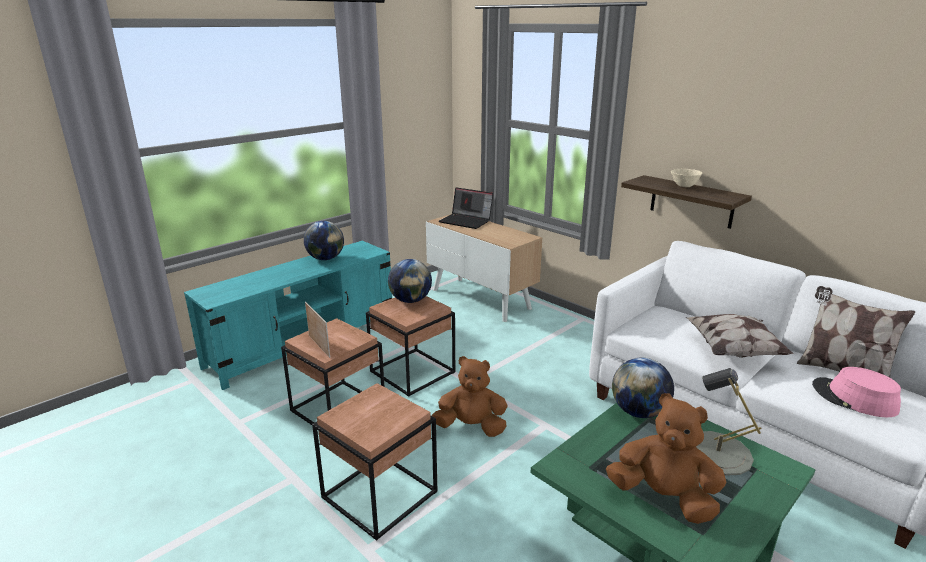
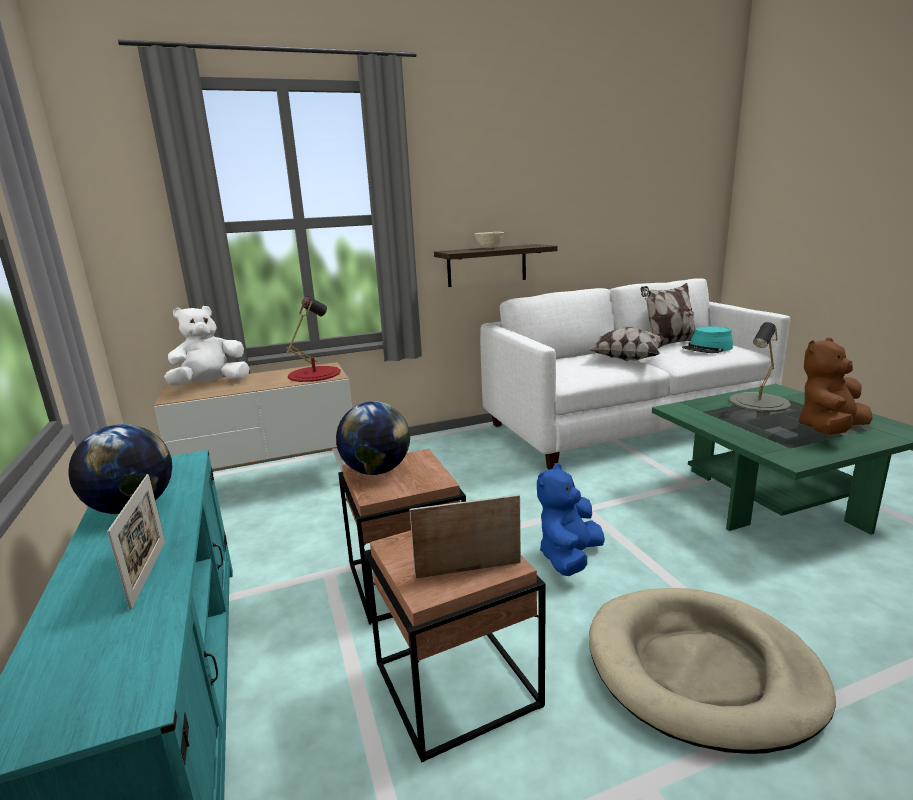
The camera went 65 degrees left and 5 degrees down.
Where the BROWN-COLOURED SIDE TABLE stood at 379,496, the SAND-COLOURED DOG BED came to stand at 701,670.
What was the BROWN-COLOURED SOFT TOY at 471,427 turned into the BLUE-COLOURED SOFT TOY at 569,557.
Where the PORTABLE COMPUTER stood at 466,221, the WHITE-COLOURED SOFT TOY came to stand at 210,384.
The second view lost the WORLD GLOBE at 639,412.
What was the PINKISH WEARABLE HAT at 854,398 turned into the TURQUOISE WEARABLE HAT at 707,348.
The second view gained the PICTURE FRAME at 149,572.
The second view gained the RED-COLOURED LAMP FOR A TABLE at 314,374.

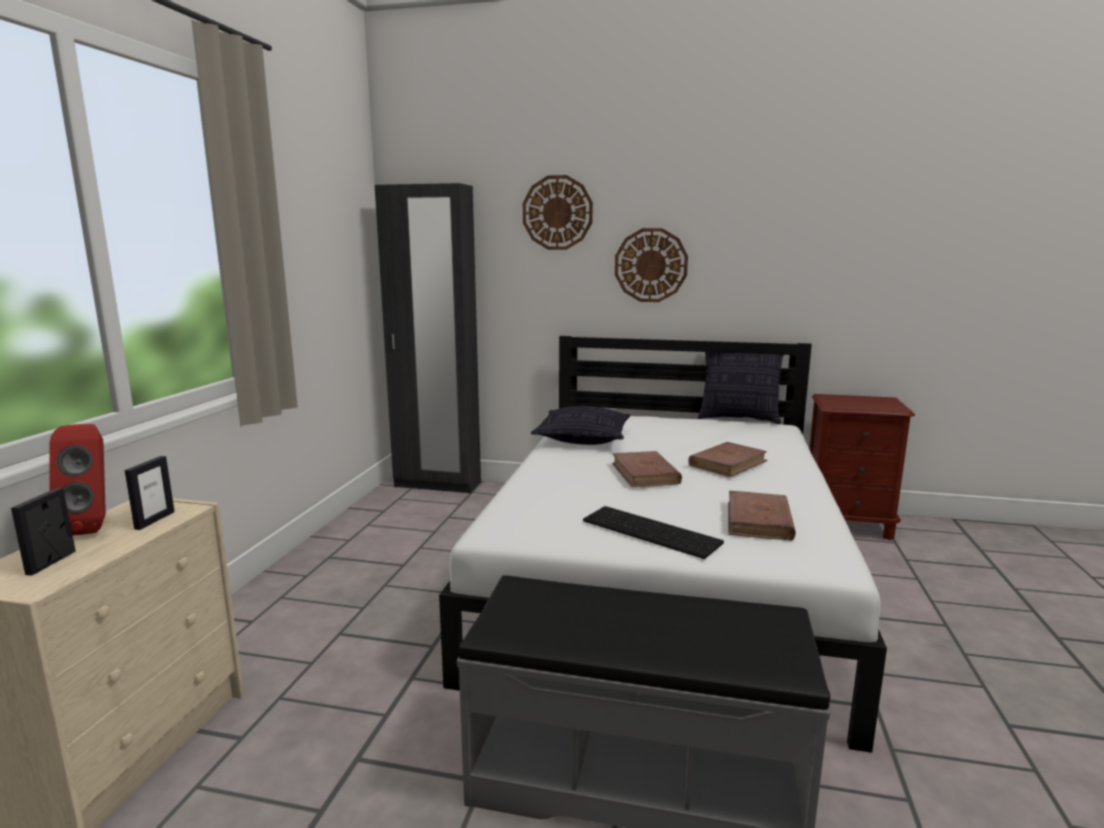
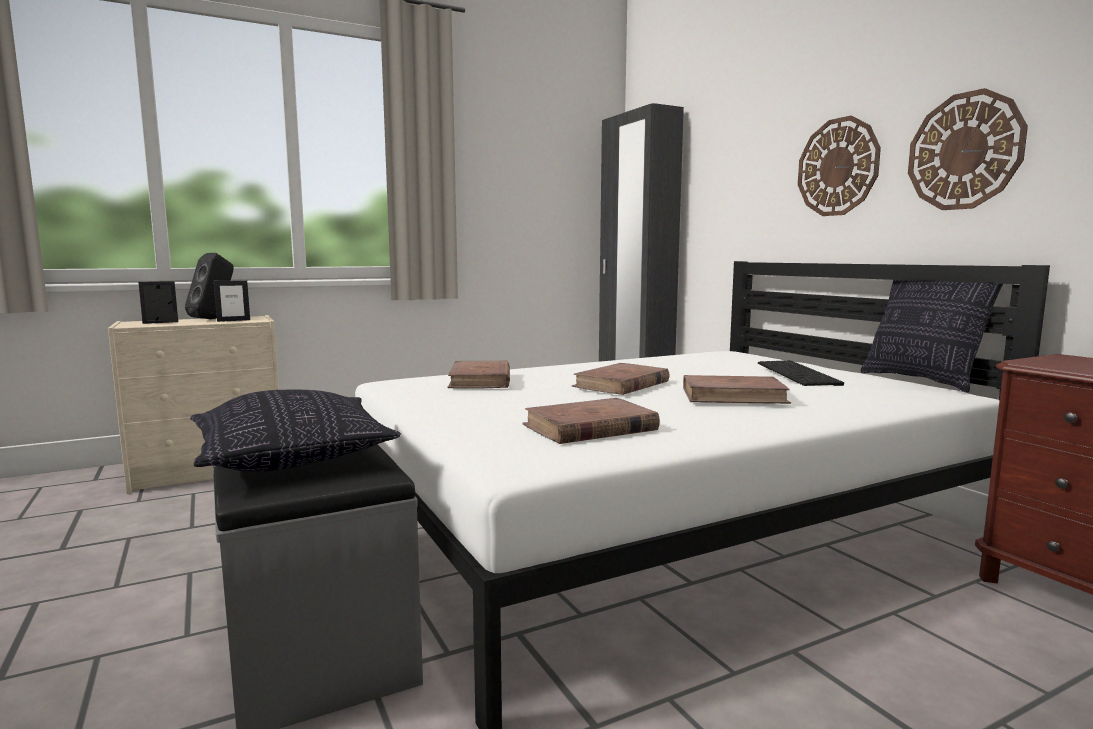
The camera went 50 degrees right and 5 degrees down.
What was the RED-COLOURED LOUDSPEAKER at 93,526 turned into the BLACK LOUDSPEAKER at 214,318.
The WALL CLOCK ended up elsewhere, having gone from 557,213 to 964,151.
The CUSHION ended up elsewhere, having gone from 583,439 to 293,458.
The COMPUTER KEYBOARD ended up elsewhere, having gone from 653,531 to 799,373.
The second view gained the BROWN-COLOURED BOOK at 480,380.

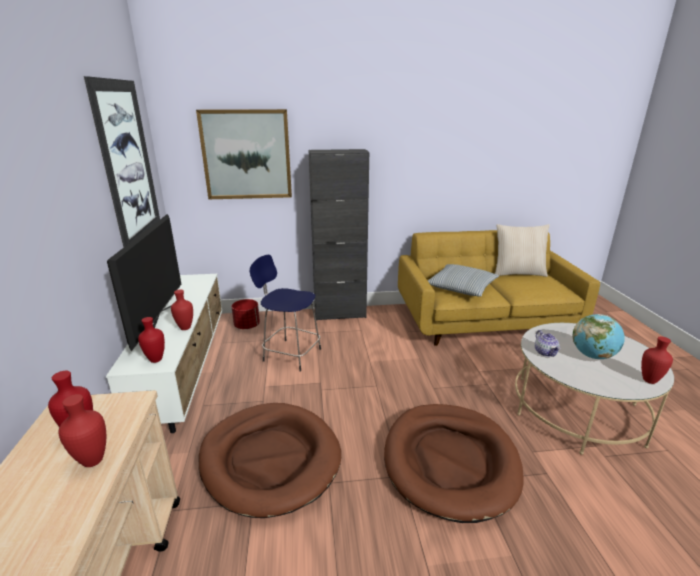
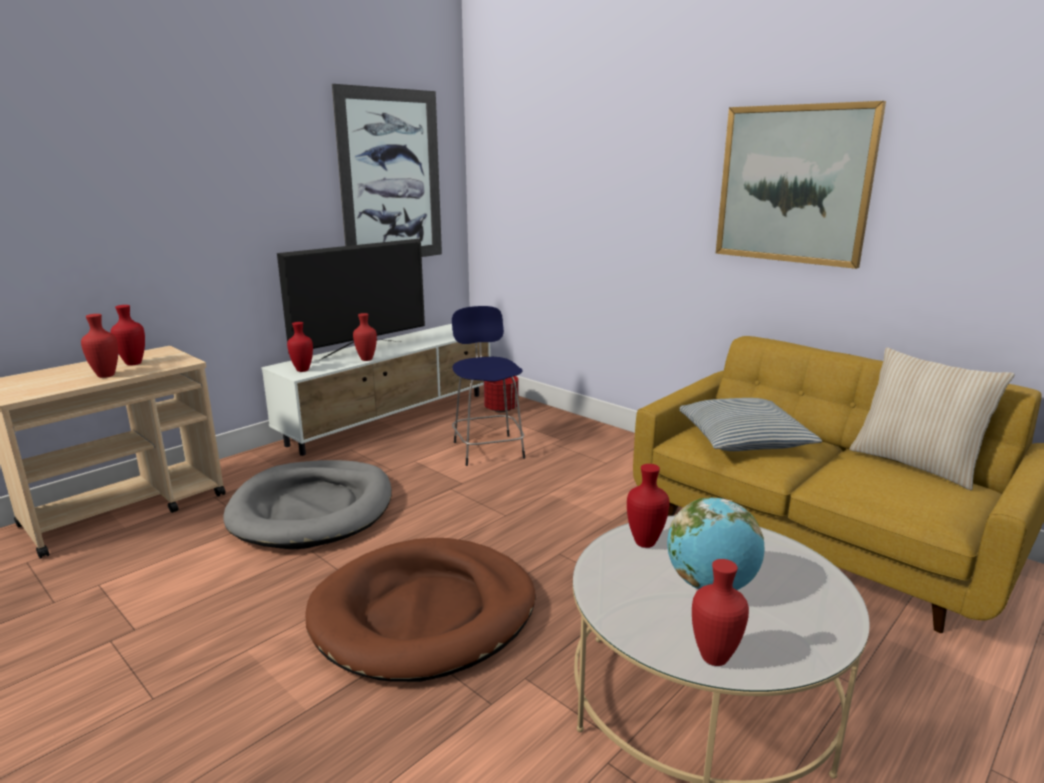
The camera went 50 degrees right and 5 degrees down.
The WALL PICTURE ended up elsewhere, having gone from 246,155 to 793,185.
What was the BROWN-COLOURED DOG BED at 270,459 turned into the GREYISH DOG BED at 313,509.
The second view lost the BLACK CABINET at 340,314.
Where the TEA POT stood at 545,352, the RED-COLOURED FLOWER VASE came to stand at 646,543.

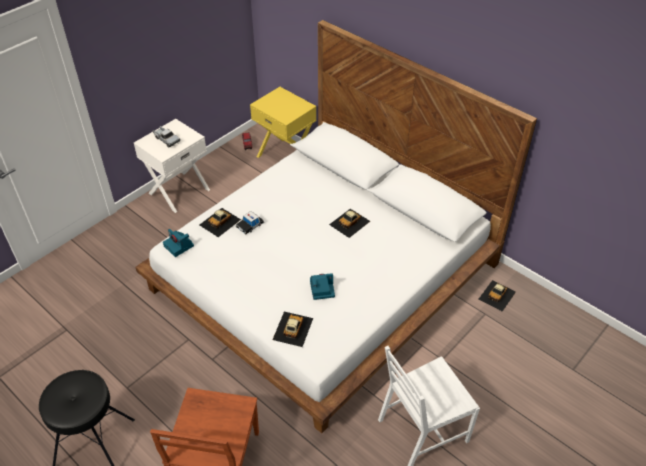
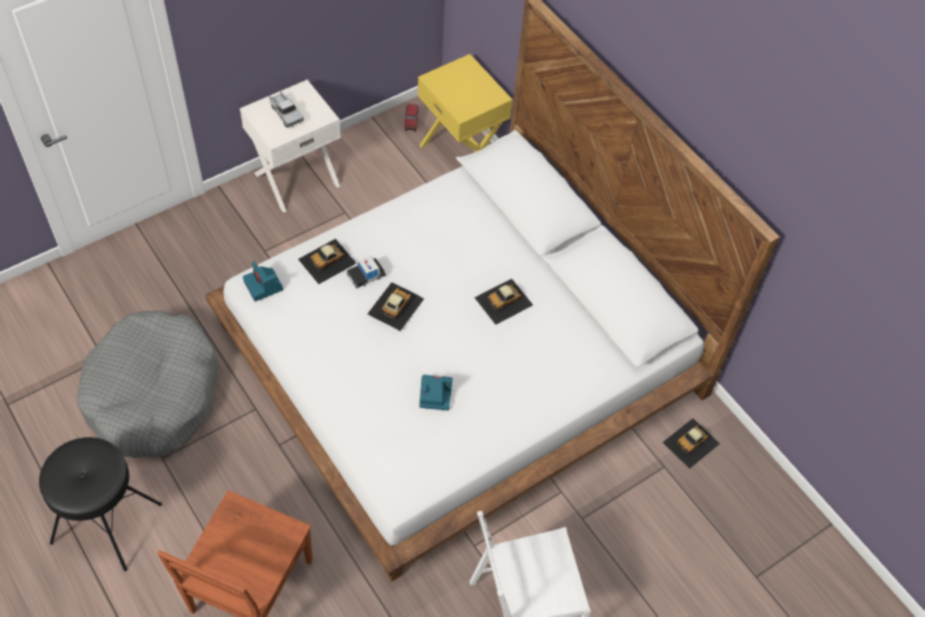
The camera went 10 degrees right and 10 degrees up.
The MINIATURE CAR ended up elsewhere, having gone from 292,329 to 395,306.
The second view gained the GREYISH DOG BED at 153,395.

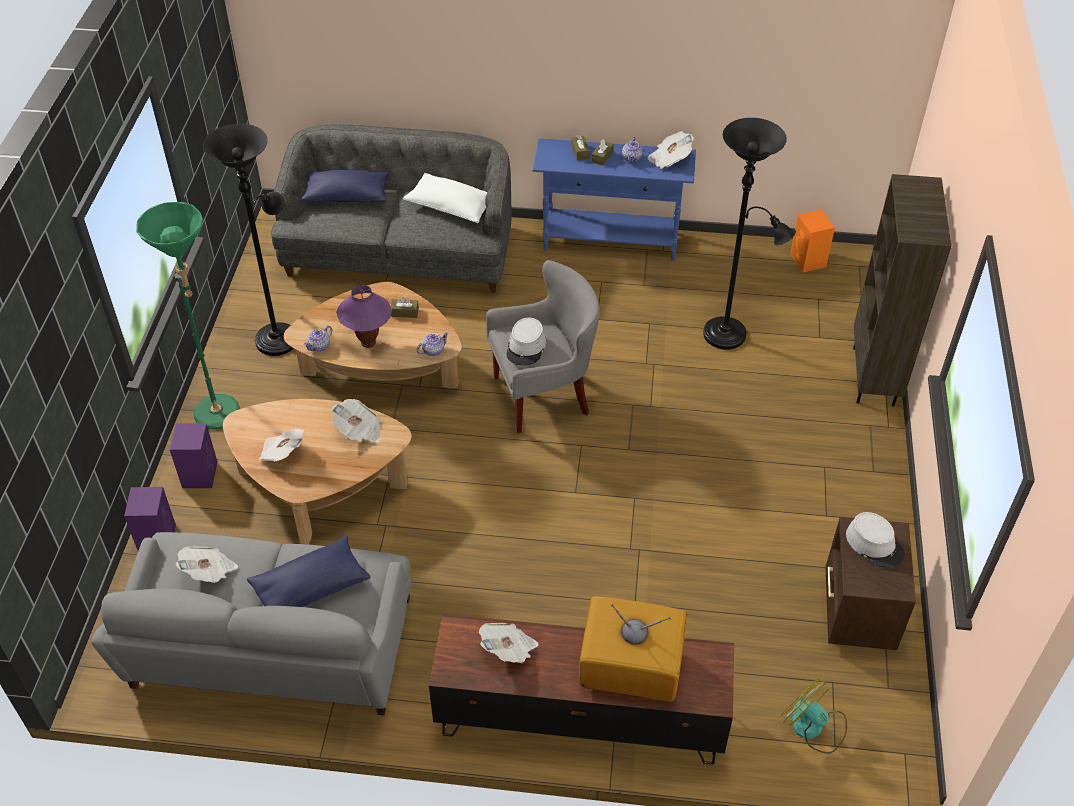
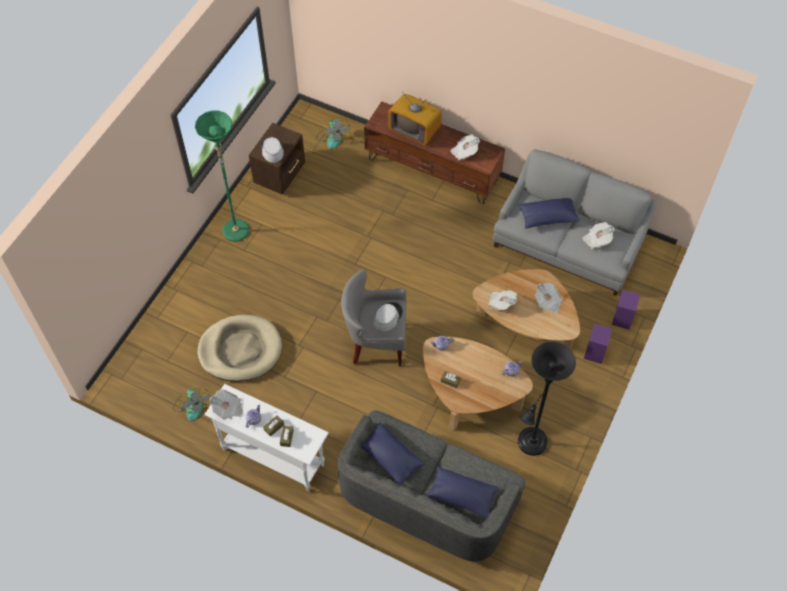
The camera went 160 degrees left and 10 degrees up.
The GREEN STANDING LAMP ended up elsewhere, having gone from 221,419 to 235,226.
The second view lost the PURPLE-COLOURED LAMP FOR A TABLE at 368,342.
What was the WHITE-COLOURED CUSHION at 451,207 turned into the BLUE-COLOURED CUSHION at 390,457.
What was the BLUE-COLOURED CONSOLE TABLE at 610,242 turned into the WHITE-COLOURED CONSOLE TABLE at 273,457.
Where the BLACK STANDING LAMP stood at 730,336, the SAND-COLOURED DOG BED came to stand at 240,350.
The second view lost the ORANGE LOUDSPEAKER at 808,261.
The second view lost the BROWN-COLOURED BOOKCASE at 874,377.
The second view gained the ELECTRIC FAN at 192,405.

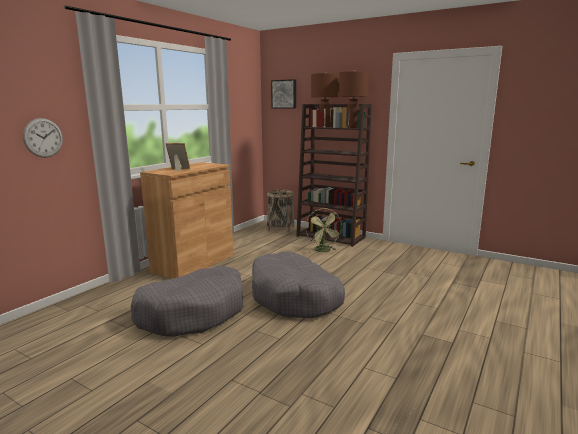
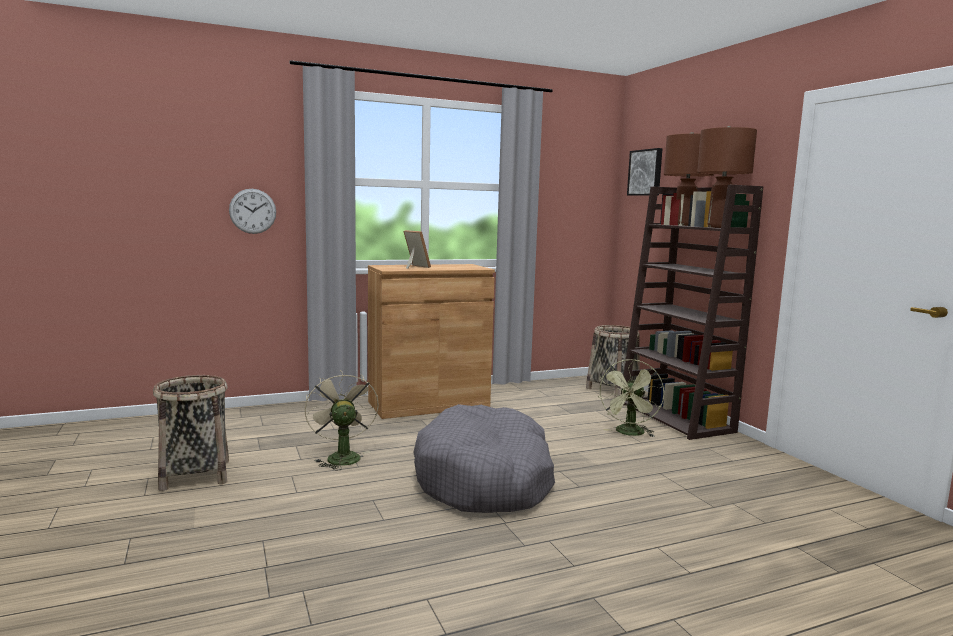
The camera went 35 degrees right and 5 degrees down.
Where the GREYISH DOG BED stood at 193,313, the SAND-COLOURED ELECTRIC FAN came to stand at 341,456.
The second view gained the BASKET at 195,475.

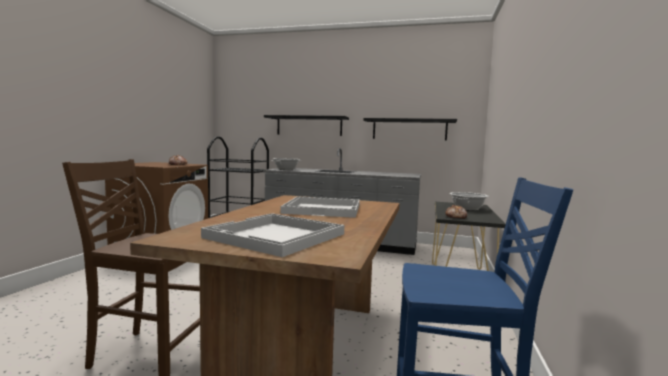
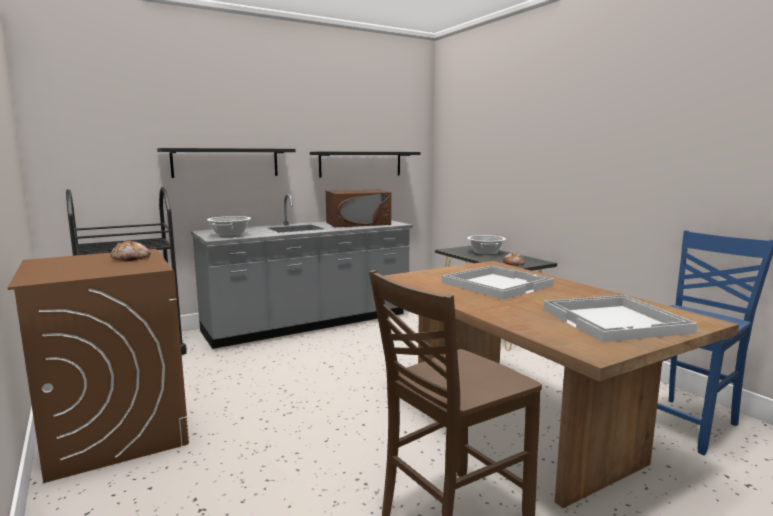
The camera went 45 degrees left and 5 degrees up.
The second view gained the BROWN-COLOURED MICROWAVE at 358,223.

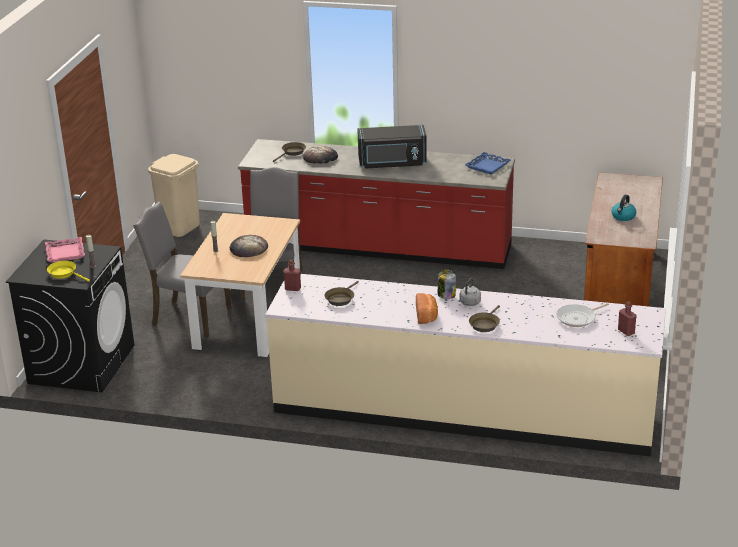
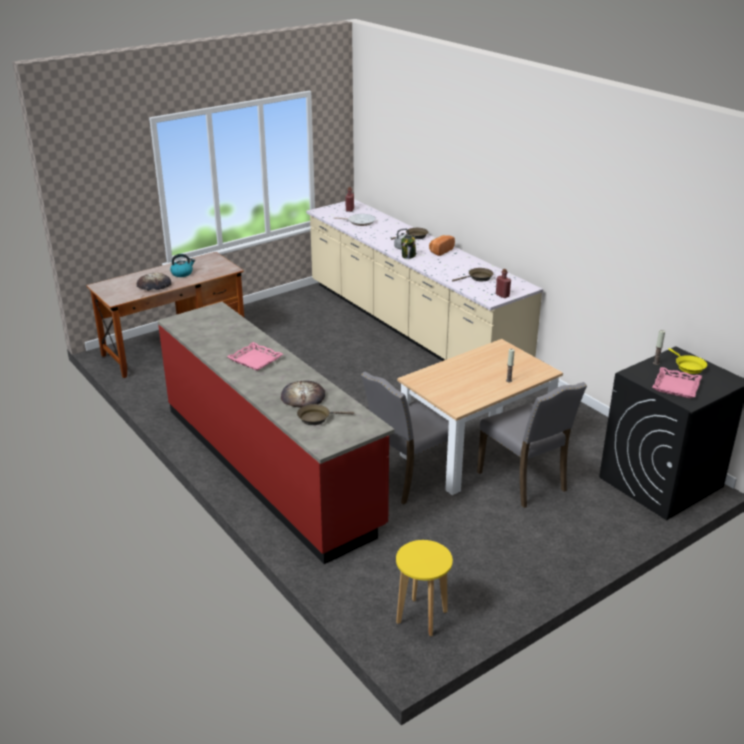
The camera went 140 degrees left and 0 degrees up.
Where the SAND-COLOURED TRASH CAN stood at 179,227, the YELLOW SITTING STOOL came to stand at 421,617.
The BAKED BREAD ended up elsewhere, having gone from 248,248 to 154,285.
Where the BLACK MICROWAVE stood at 392,163, the PINKISH CARRYING TRAY came to stand at 255,360.
The second view lost the BLUE-COLOURED CARRYING TRAY at 488,166.

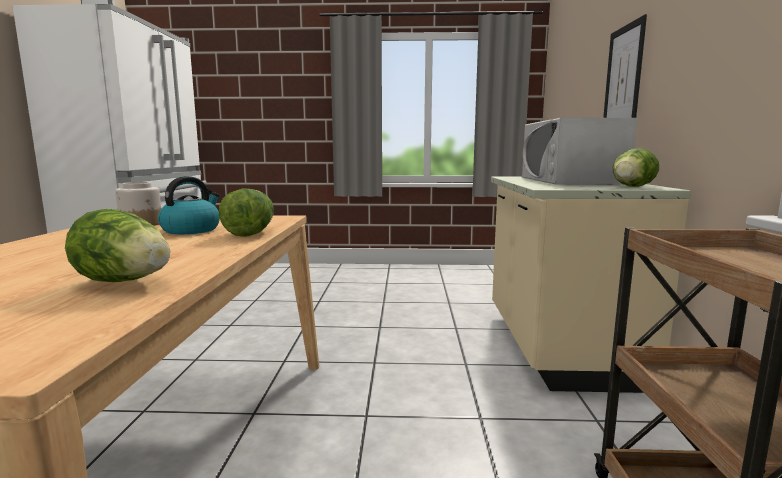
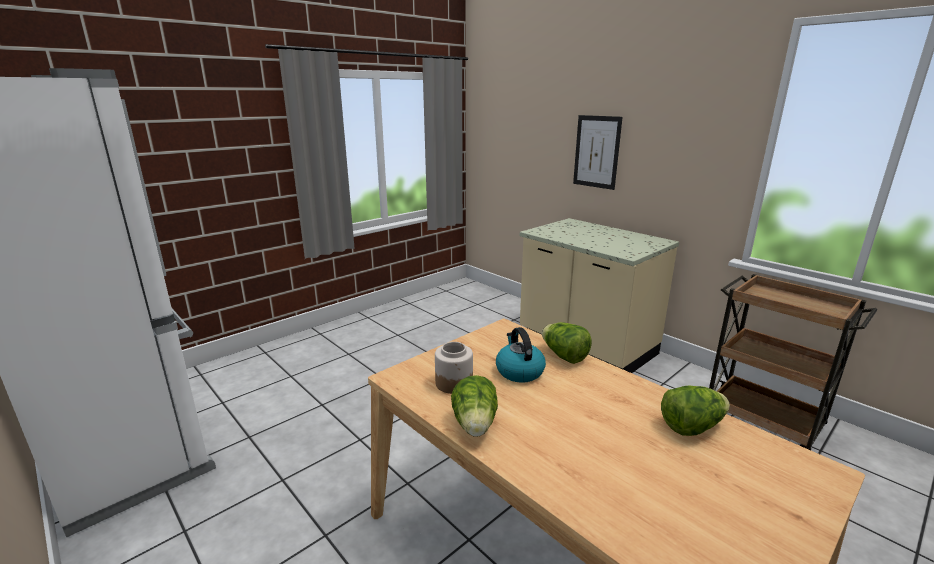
The camera went 45 degrees left and 10 degrees up.
The second view lost the WHITE-COLOURED MICROWAVE at 570,180.
The HEAD OF LETTUCE ended up elsewhere, having gone from 631,187 to 475,425.

